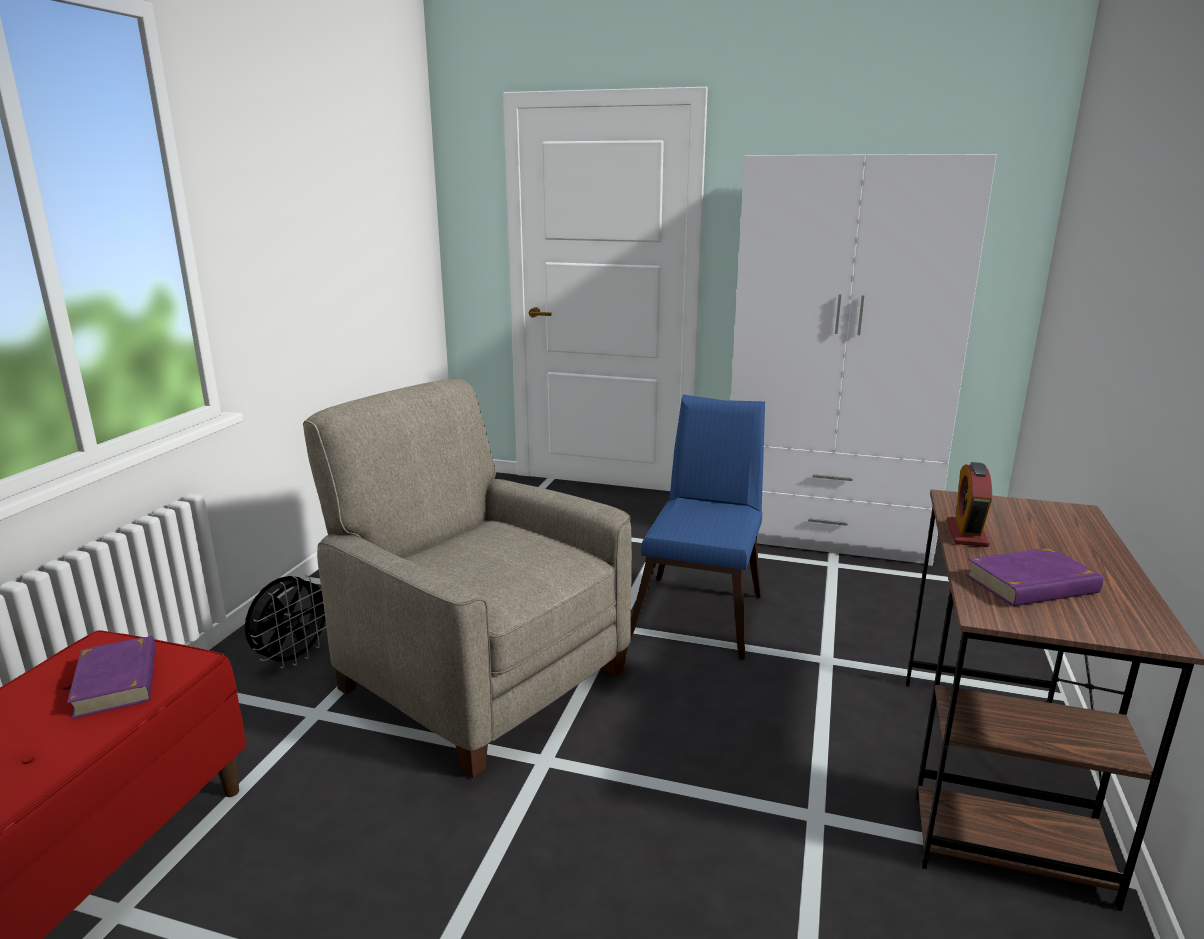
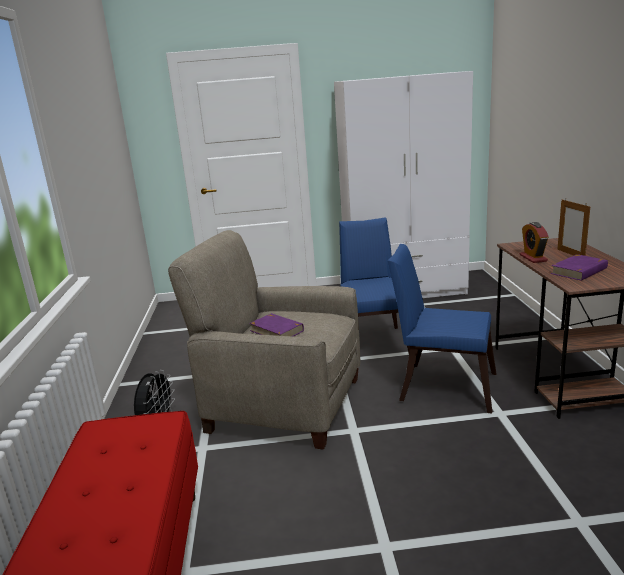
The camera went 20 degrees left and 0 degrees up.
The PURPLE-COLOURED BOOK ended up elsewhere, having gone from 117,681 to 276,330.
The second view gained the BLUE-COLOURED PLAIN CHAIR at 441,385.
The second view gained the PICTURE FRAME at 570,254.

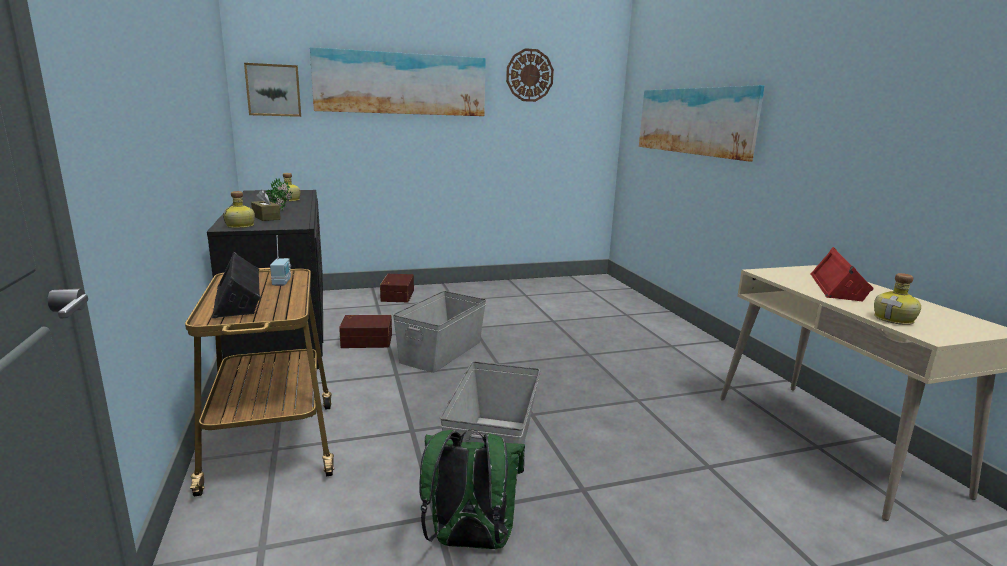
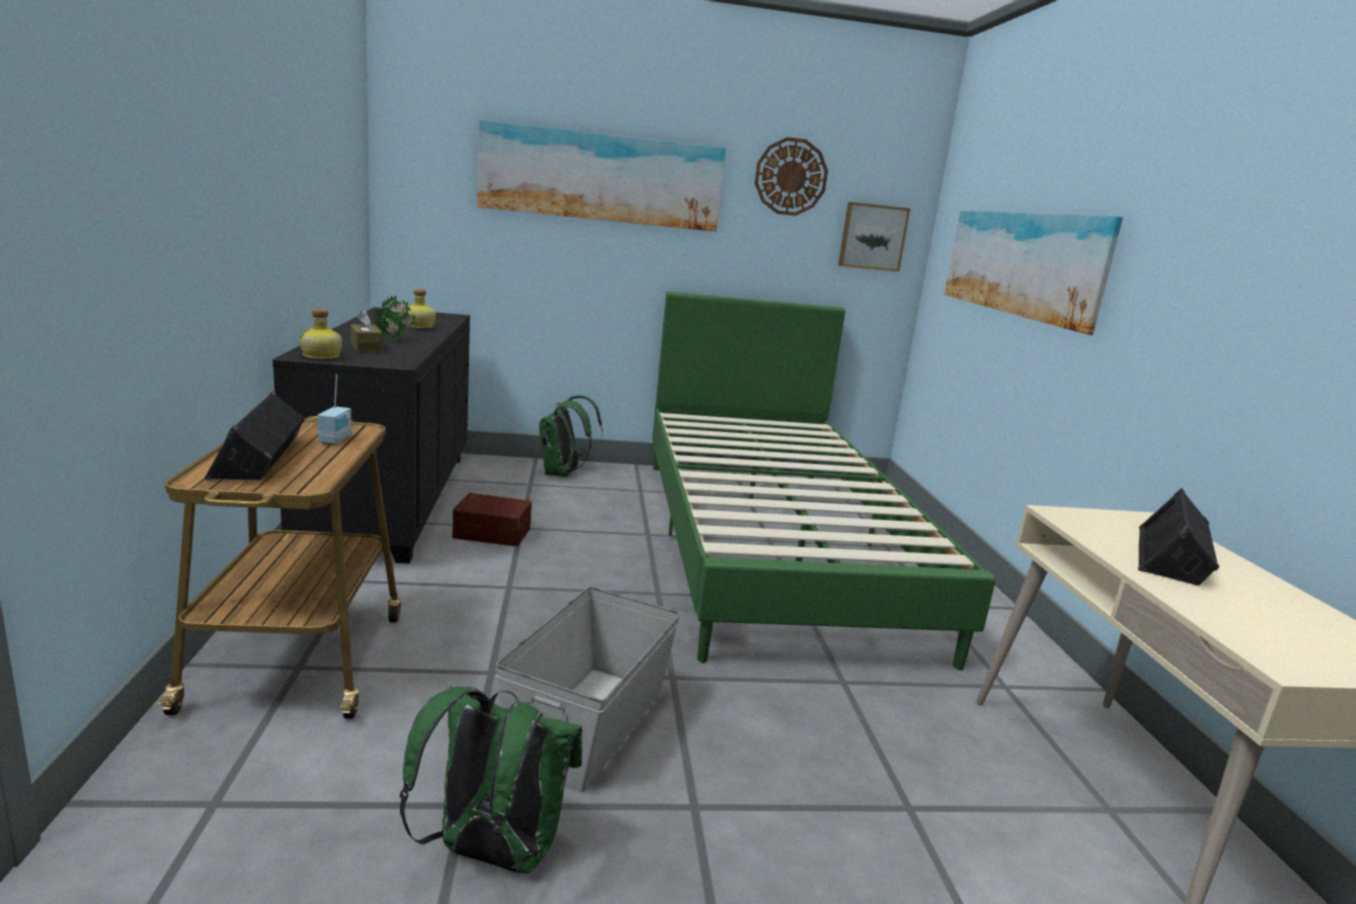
The camera went 10 degrees right and 0 degrees up.
The WALL PICTURE ended up elsewhere, having gone from 273,90 to 872,237.
Where the BROWN-COLOURED STORAGE CONTAINER stood at 396,296, the GREEN RUCKSACK came to stand at 563,474.
The second view lost the GREYISH STORAGE CONTAINER at 442,351.
What was the RED-COLOURED LOUDSPEAKER at 839,287 turned into the BLACK LOUDSPEAKER at 1175,556.
The second view lost the DRINK BOTTLE at 895,319.
The second view gained the GREEN SLEEPING BED at 771,543.

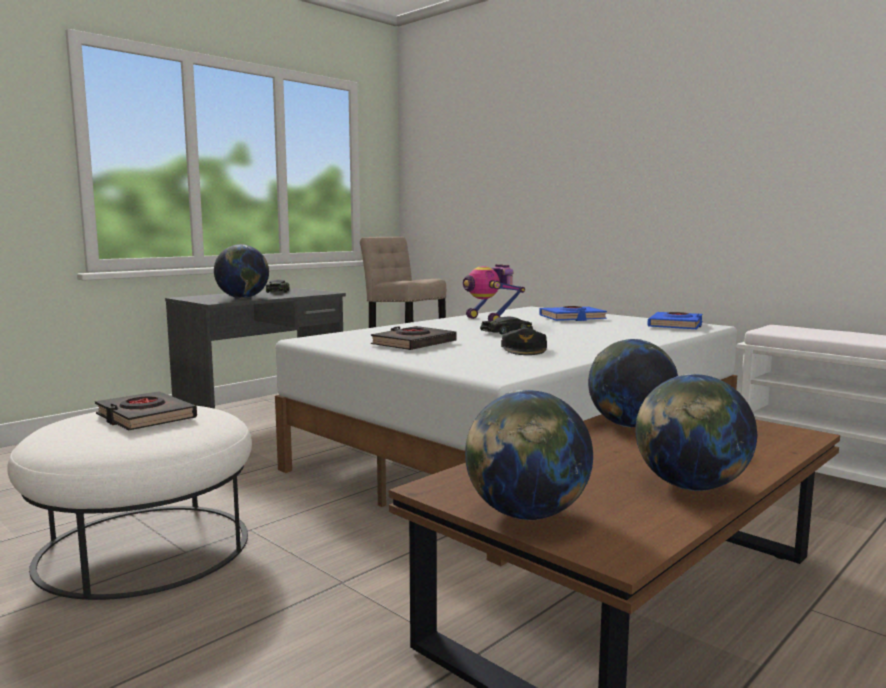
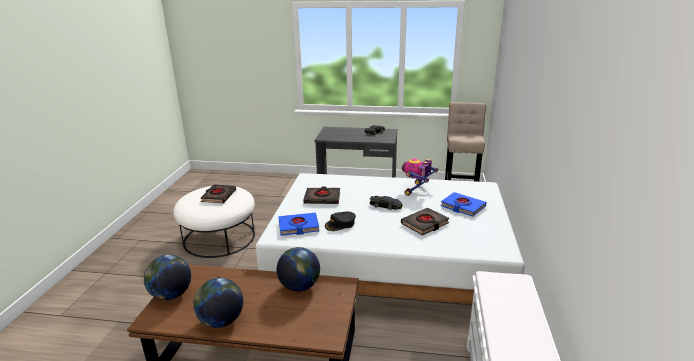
The camera went 55 degrees right and 15 degrees up.
The second view lost the WORLD GLOBE at 243,298.
The BLUE-COLOURED BOOK ended up elsewhere, having gone from 676,325 to 298,227.
The second view gained the BLACK BOOK at 424,224.

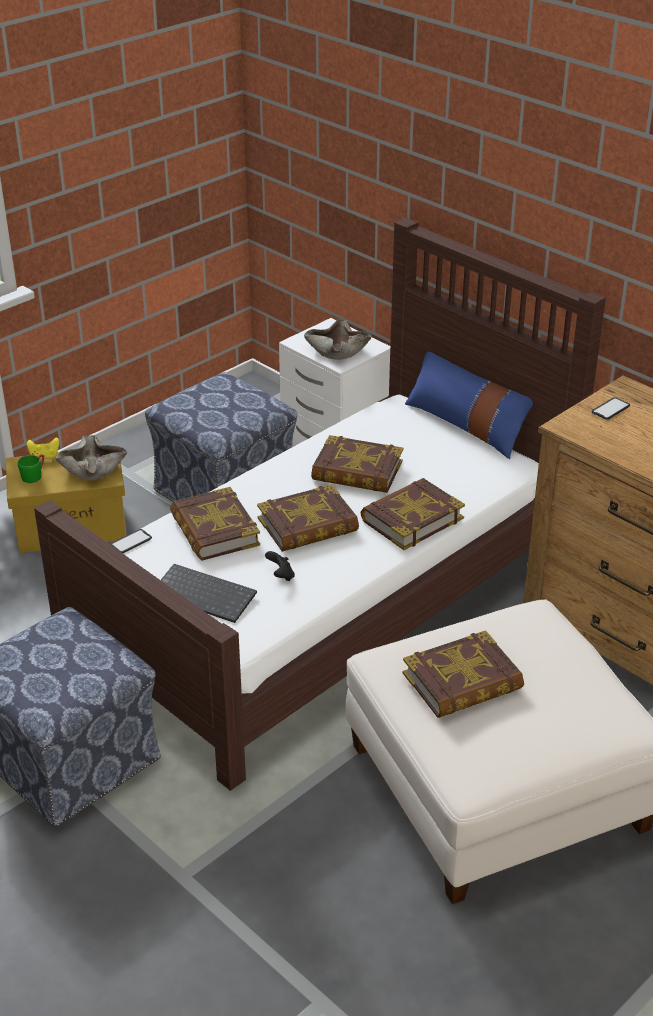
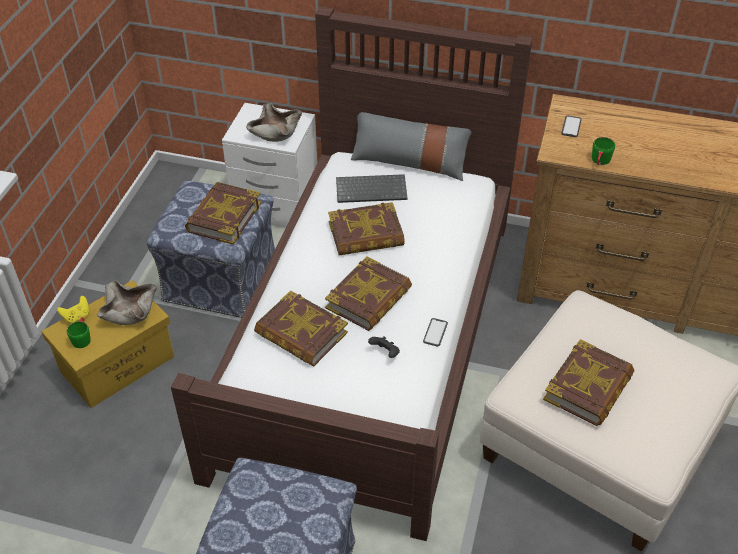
The camera went 30 degrees left and 10 degrees up.
The PHONE ended up elsewhere, having gone from 131,542 to 435,332.
The COMPUTER KEYBOARD ended up elsewhere, having gone from 206,594 to 372,189.
The BOOK ended up elsewhere, having gone from 411,519 to 224,217.
What was the BLUE-COLOURED CUSHION at 466,425 turned into the GREYISH CUSHION at 409,162.
The second view gained the GREEN TEA MUG at 600,162.

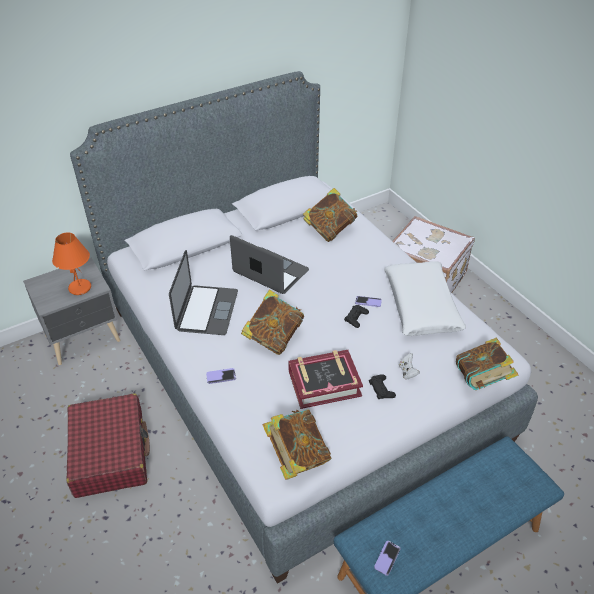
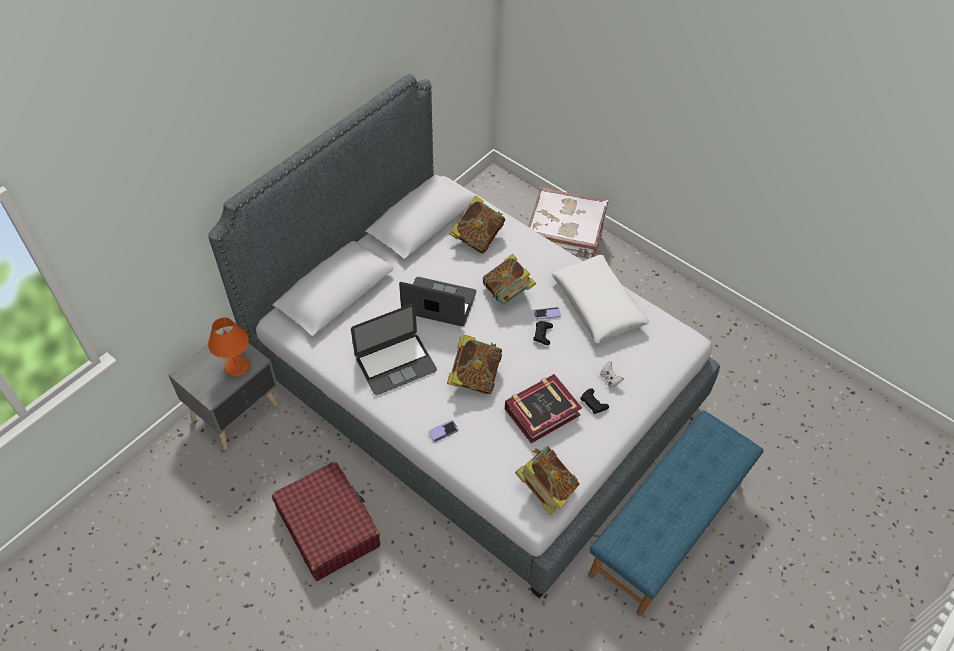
The camera went 20 degrees left and 10 degrees up.
The PORTABLE COMPUTER at 207,310 ended up facing another way, 75 degrees clockwise from before.
The second view lost the PHONE at 387,558.
The BOOK ended up elsewhere, having gone from 481,380 to 508,293.

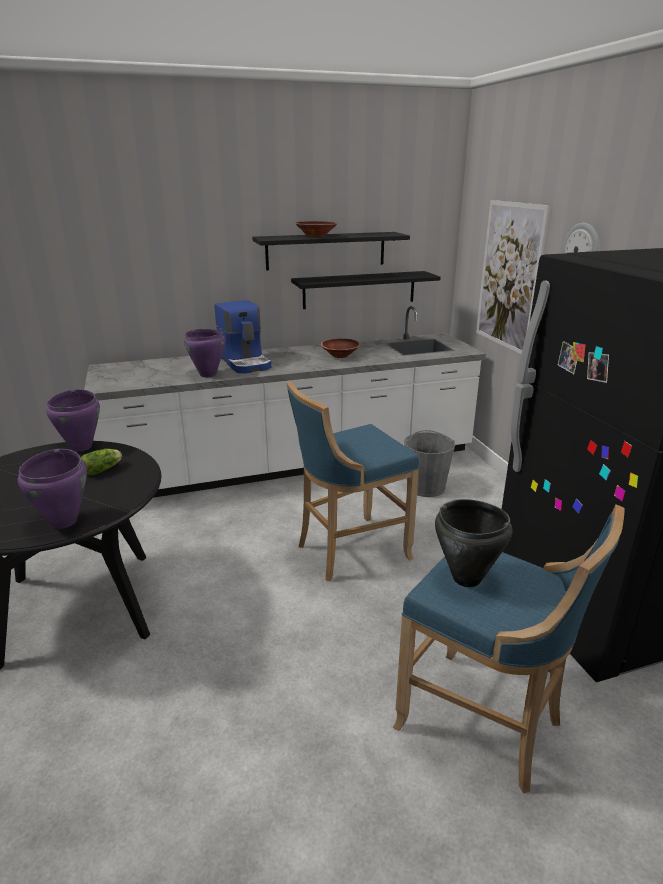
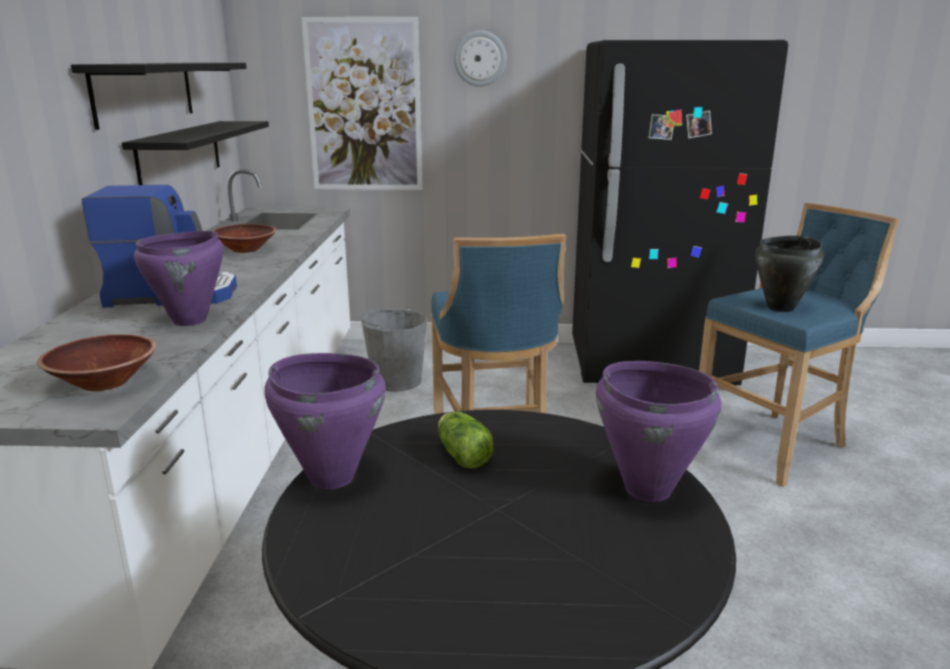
The camera went 70 degrees left and 5 degrees down.
The BROWN-COLOURED BOWL ended up elsewhere, having gone from 315,236 to 104,383.

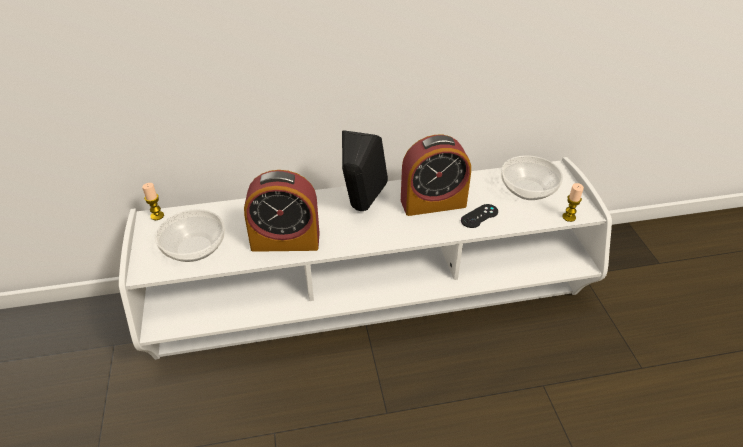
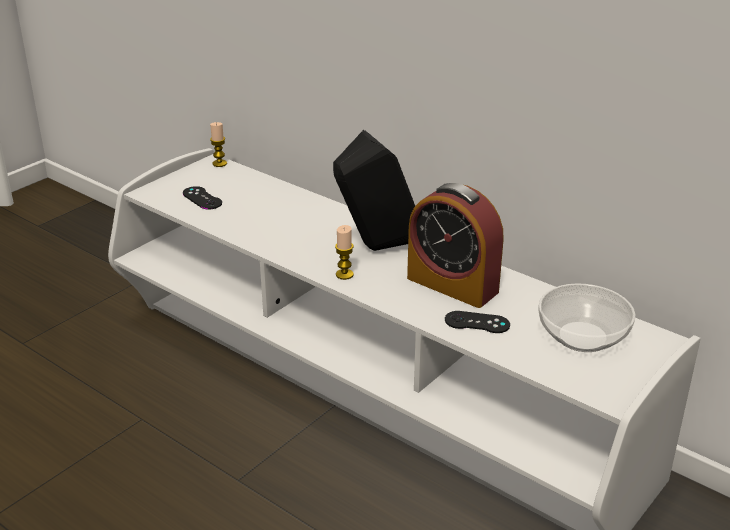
The camera went 50 degrees right and 10 degrees down.
Where the BOWL stood at 193,249, the BLACK GAMEPAD came to stand at 202,198.
The second view lost the BEDSIDE CLOCK at 285,241.
The WAX LIGHT ended up elsewhere, having gone from 569,217 to 344,274.

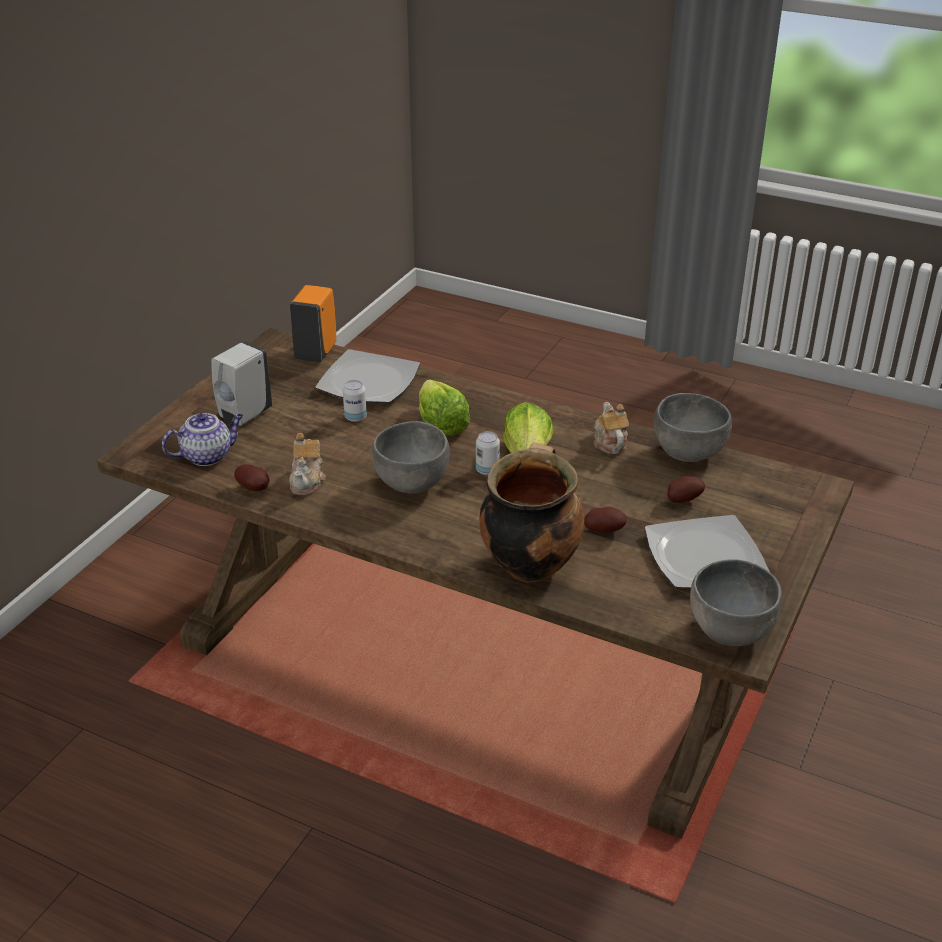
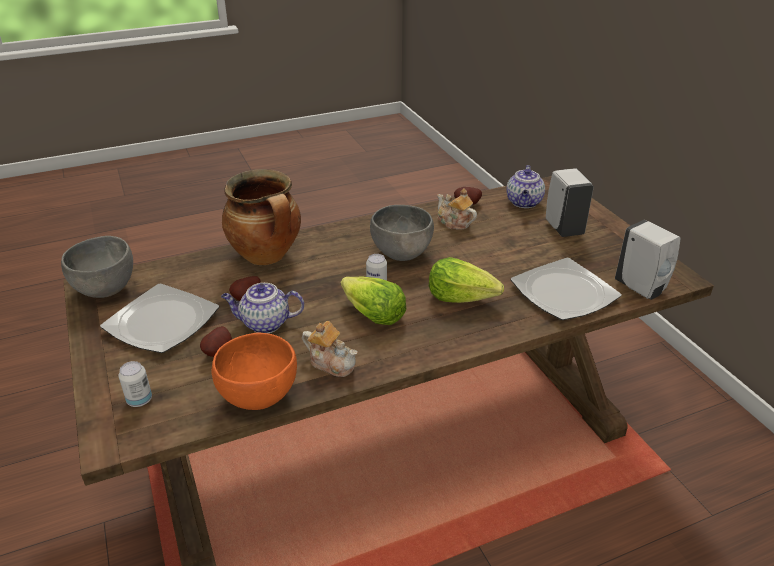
The camera went 130 degrees right and 0 degrees up.
What was the ORANGE SOAP BOTTLE at 316,352 turned into the WHITE-COLOURED SOAP BOTTLE at 641,289.
The METAL CAN ended up elsewhere, having gone from 355,417 to 139,400.
What was the GREYISH BOWL at 687,453 turned into the ORANGE BOWL at 260,396.
The second view gained the TEA POT at 264,323.

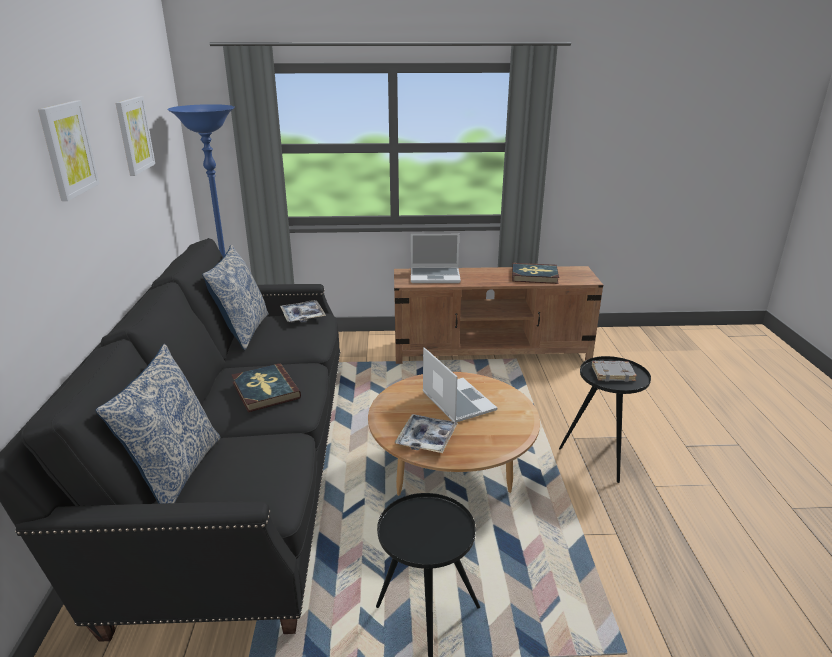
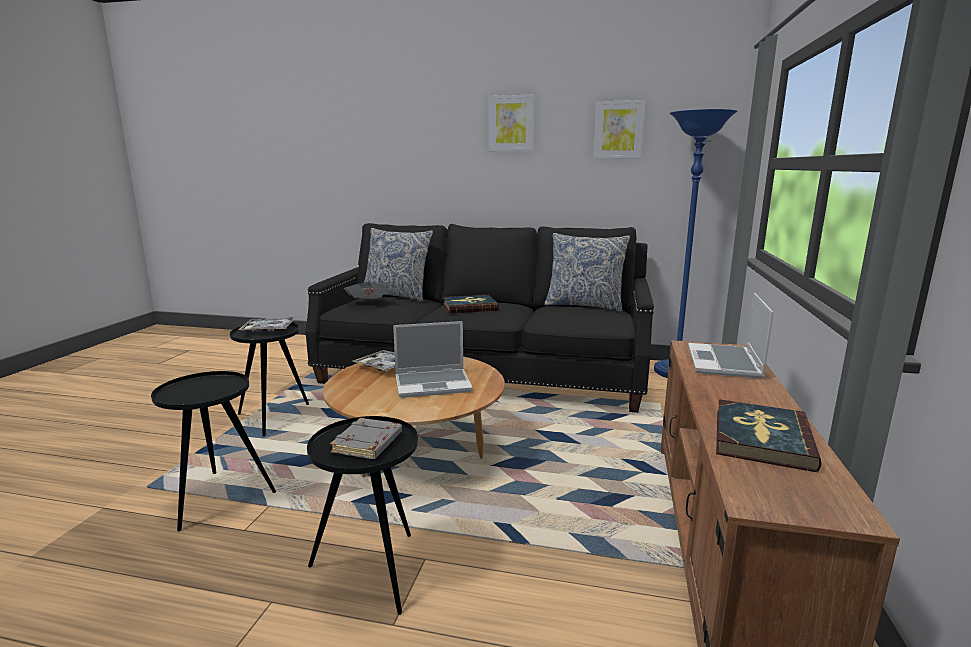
The camera went 105 degrees right and 10 degrees down.
The CARRYING TRAY ended up elsewhere, having gone from 303,316 to 269,330.
The second view gained the BLACK SIDE TABLE at 219,499.
The second view gained the PRINTED PAPER at 369,303.

